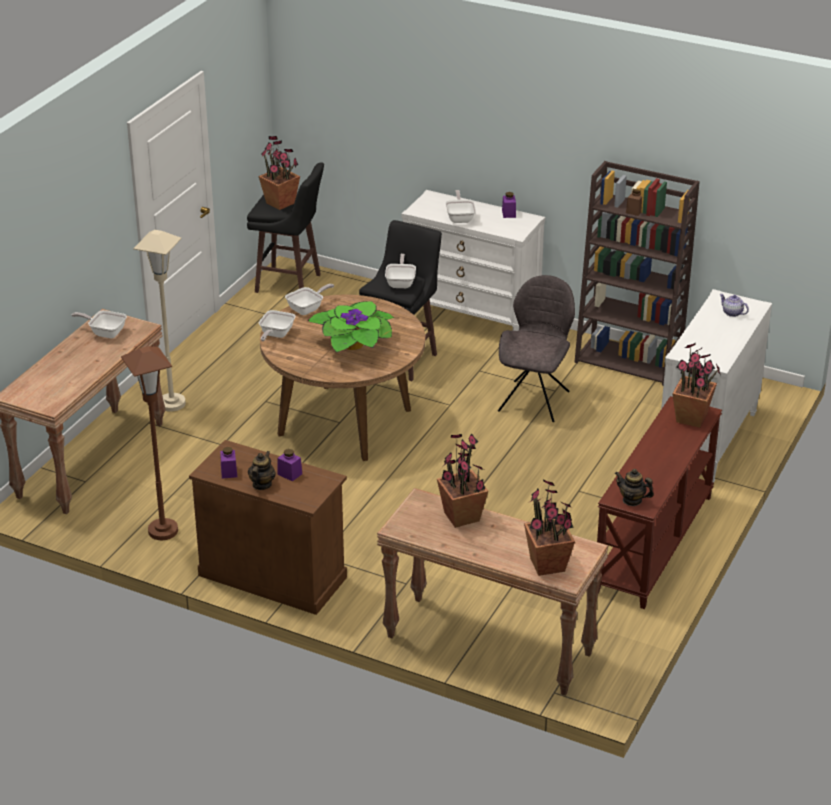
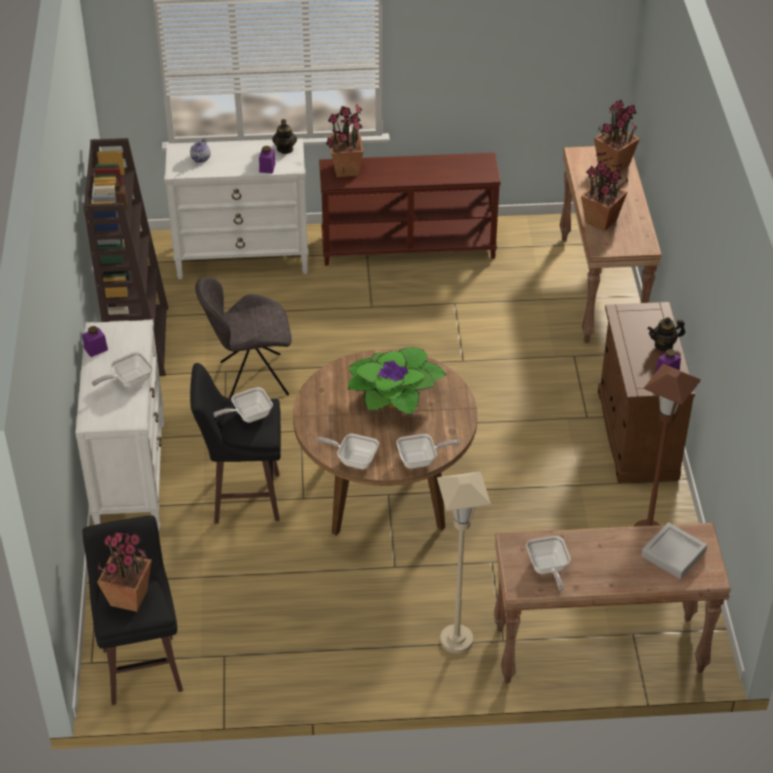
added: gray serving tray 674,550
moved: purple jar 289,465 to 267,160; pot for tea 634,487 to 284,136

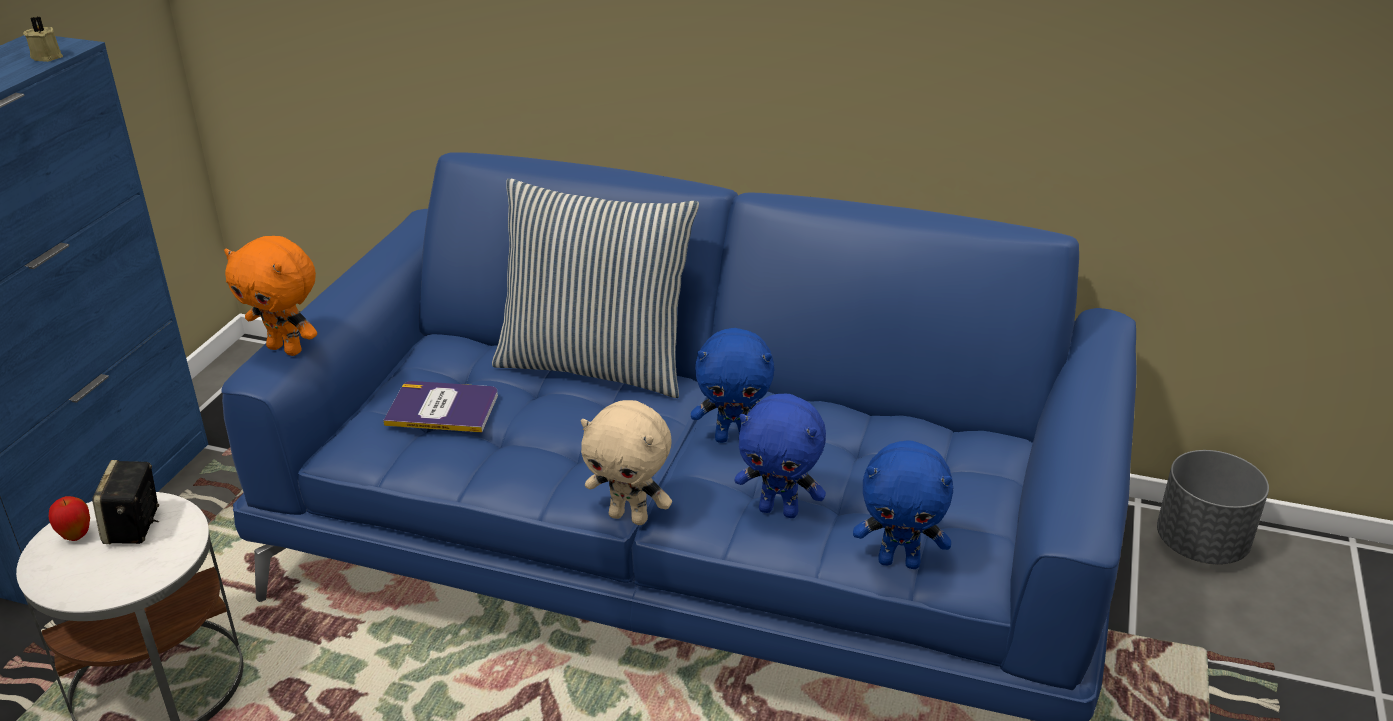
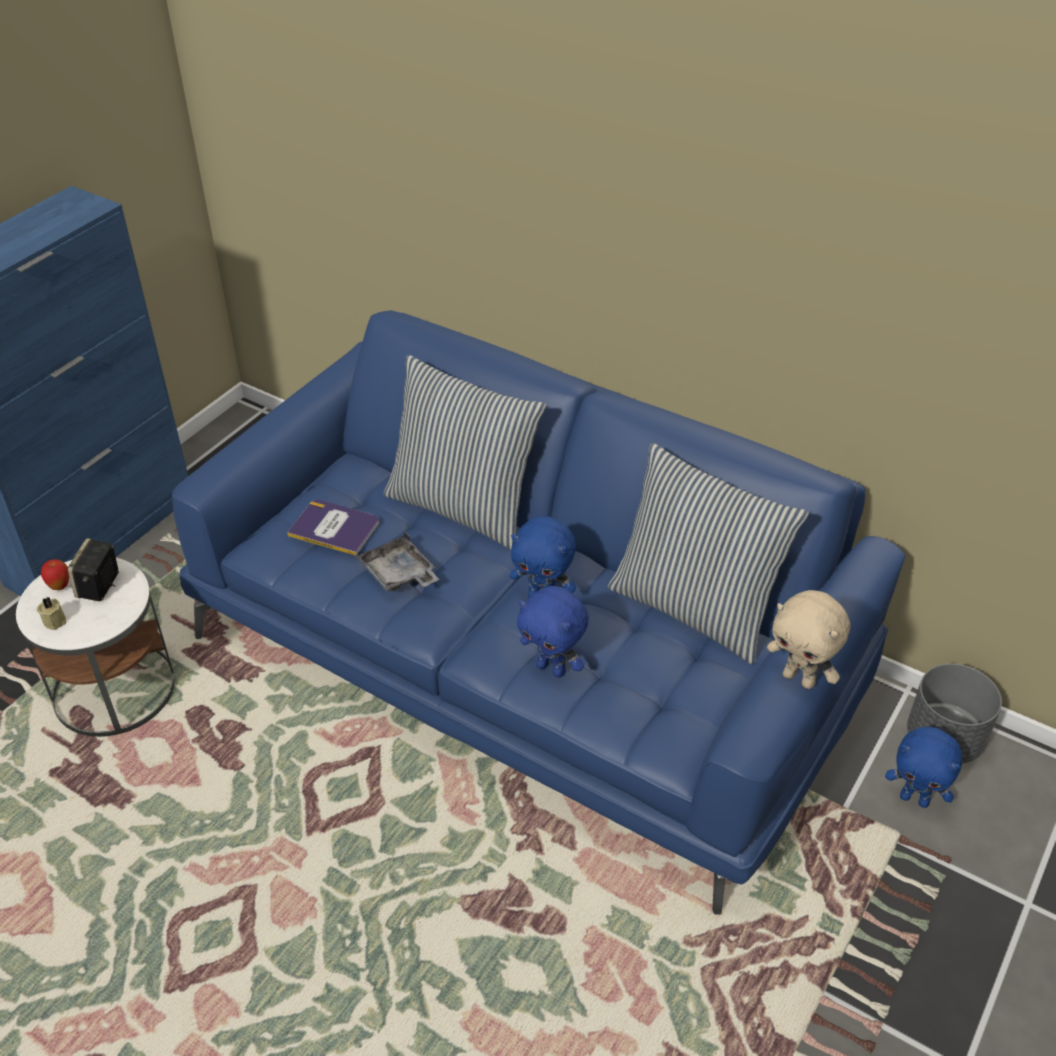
removed: orange-coloured soft toy 270,296
added: gray serving tray 397,561; pillow 708,554
moved: sand-coloured wax light 43,39 to 52,613; sand-coloured soft toy 626,462 to 808,639; bluish soft toy 903,505 to 923,767

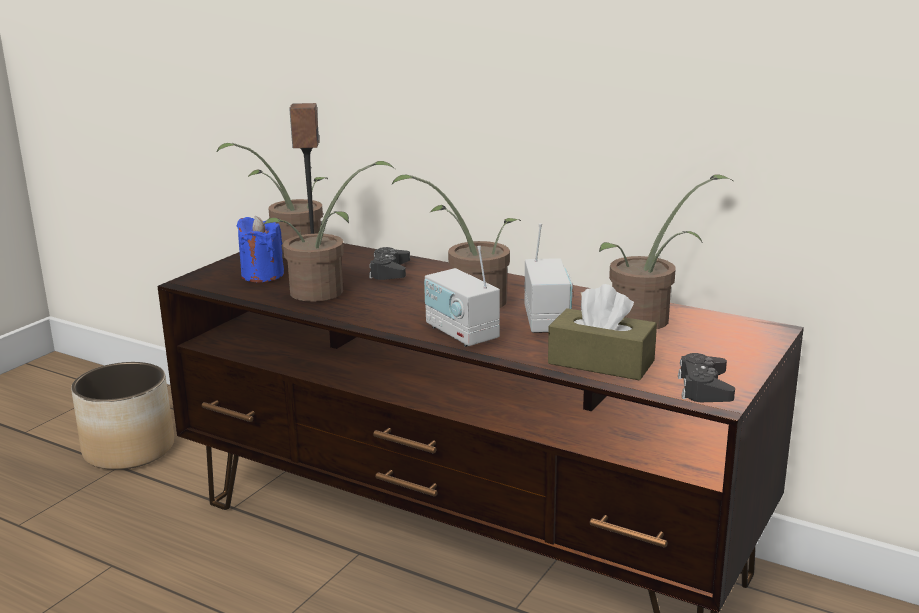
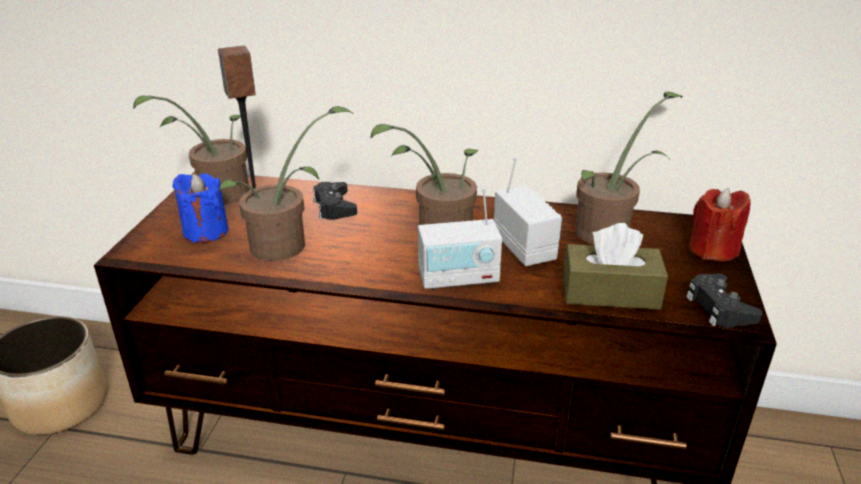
added: red wax light 720,224
turned: radio receiver 462,296 = 460,238 45 degrees counterclockwise

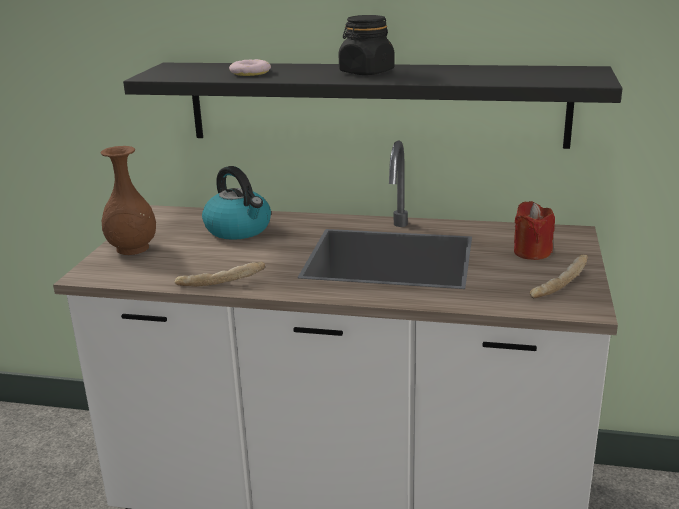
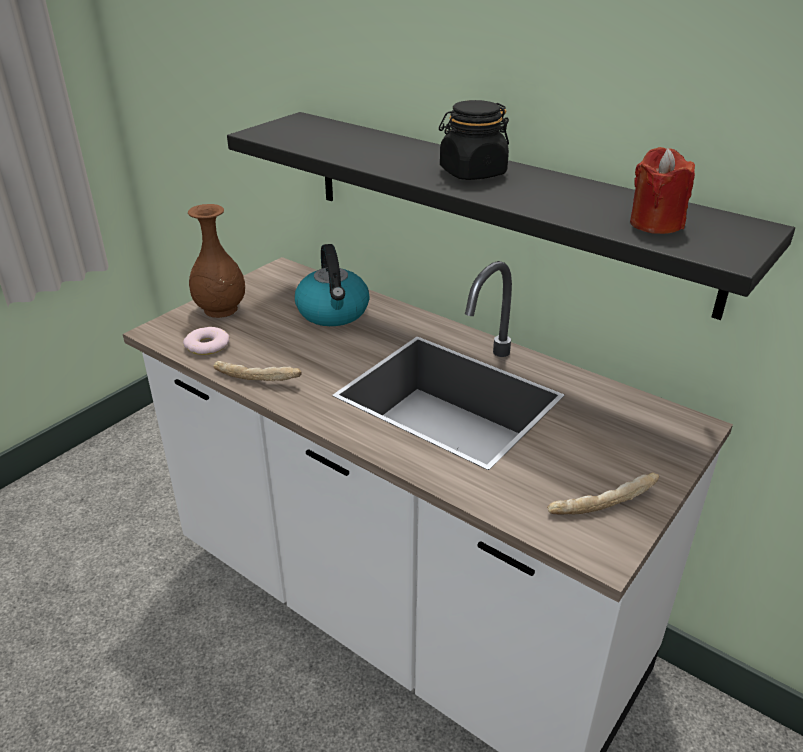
moved: donut 250,67 to 206,341; red wax light 534,230 to 662,190

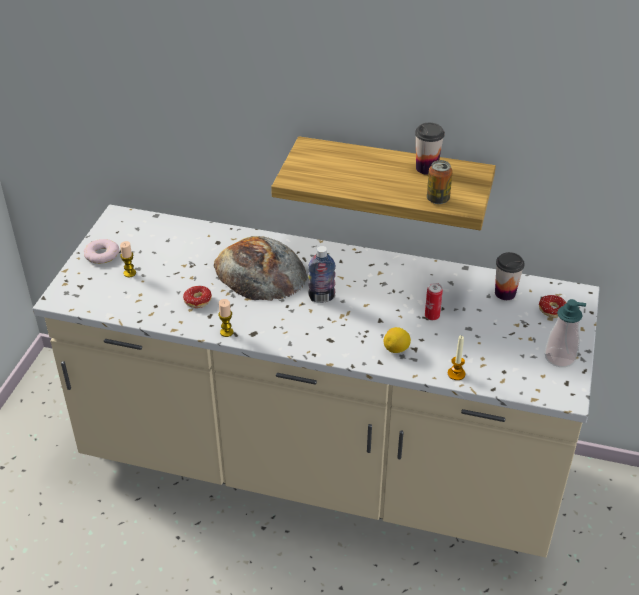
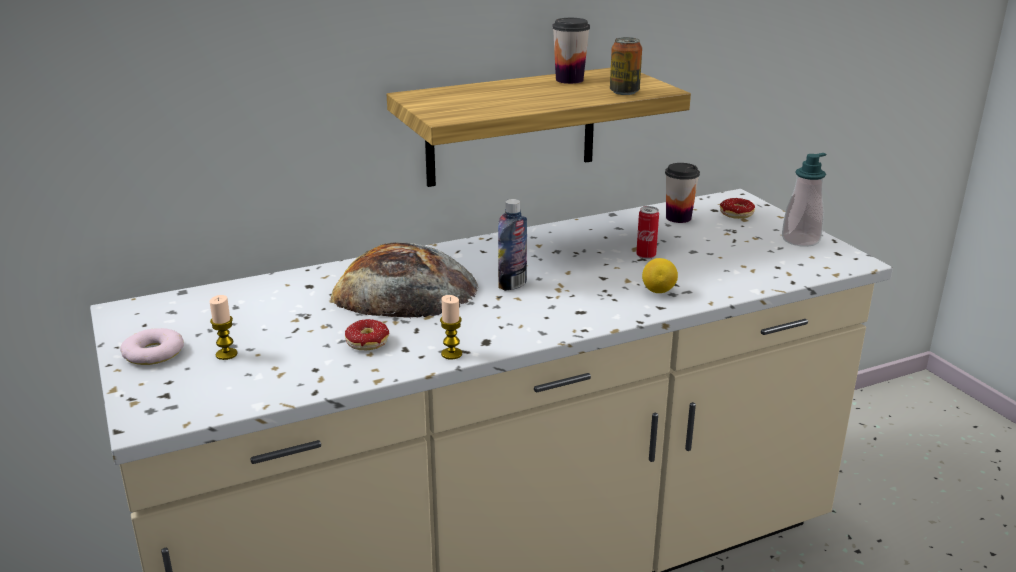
removed: wax light 456,357

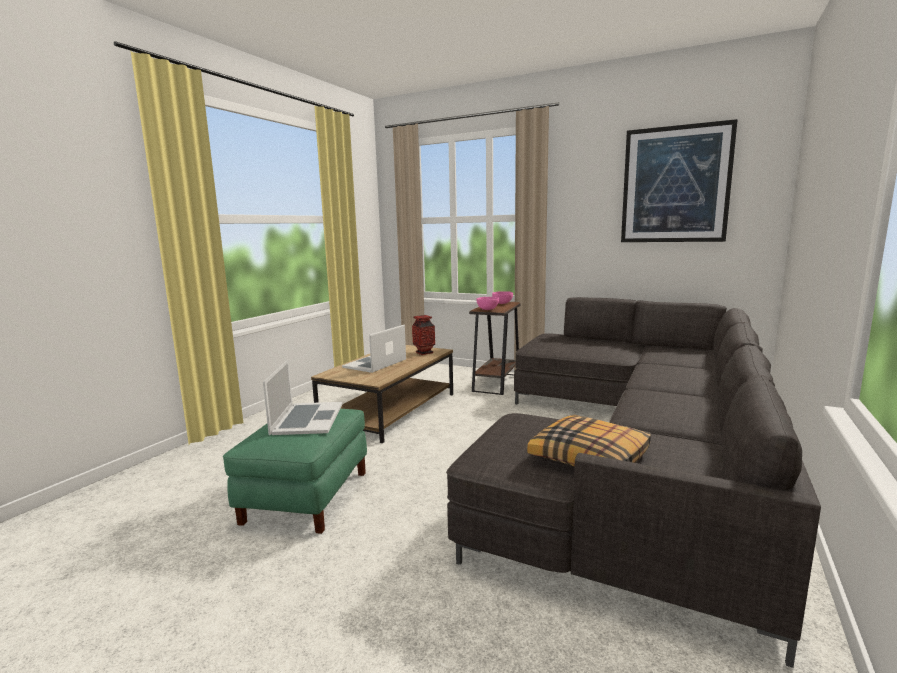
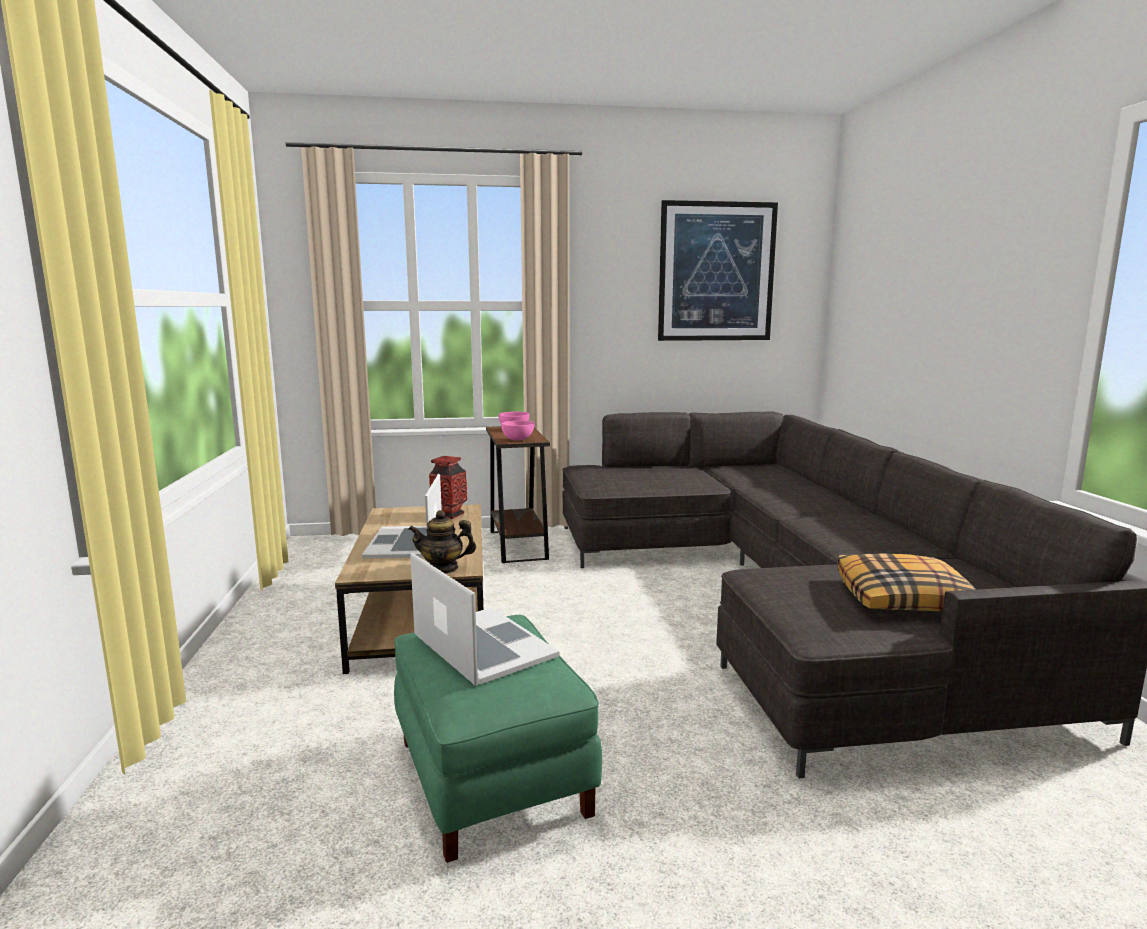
added: pot for tea 442,542

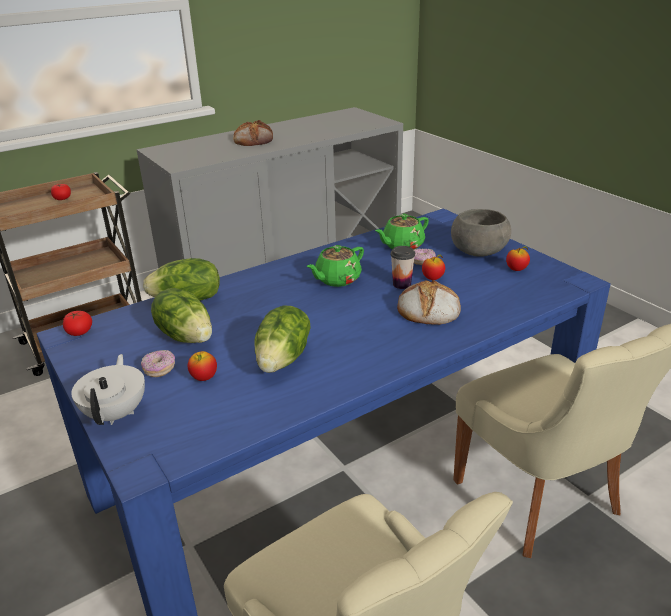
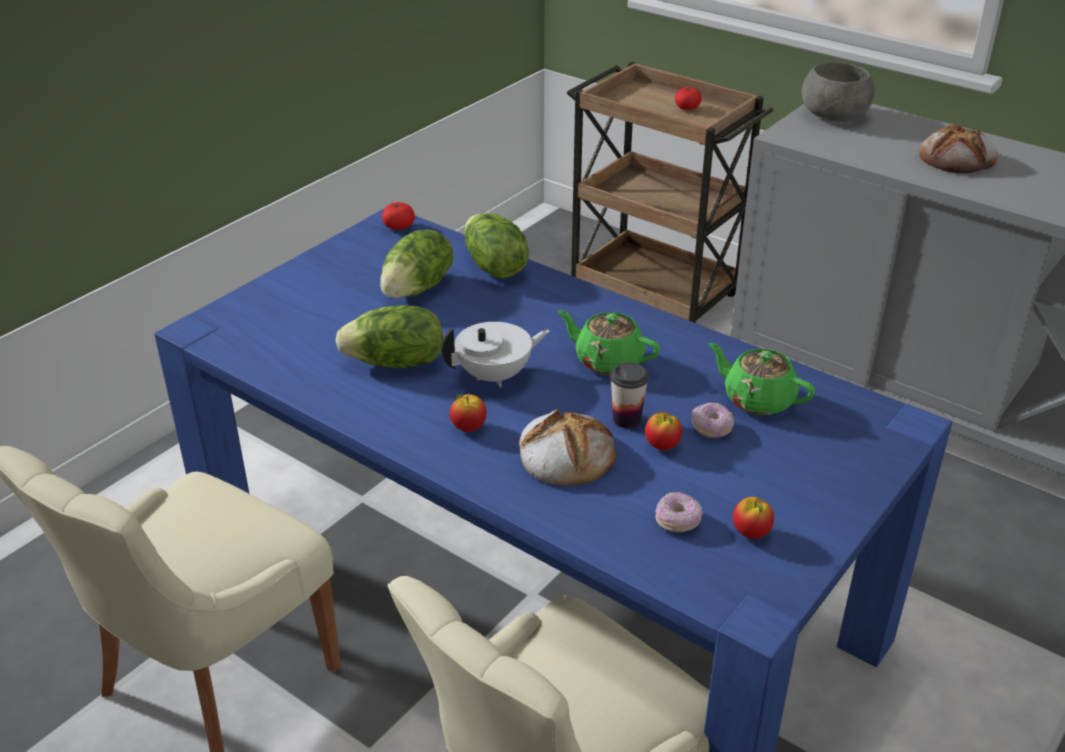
moved: whitish pot for tea 108,389 to 495,354; donut 158,363 to 679,512; whole apple 202,366 to 468,413; gray serving bowl 481,233 to 838,92

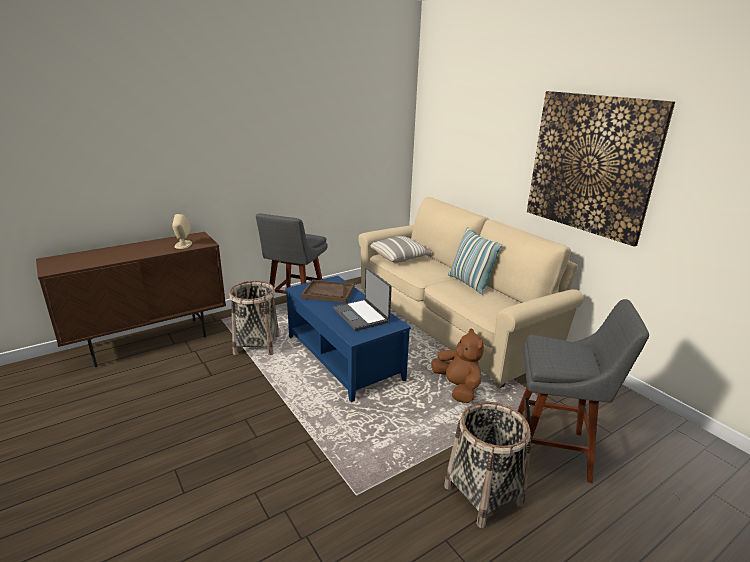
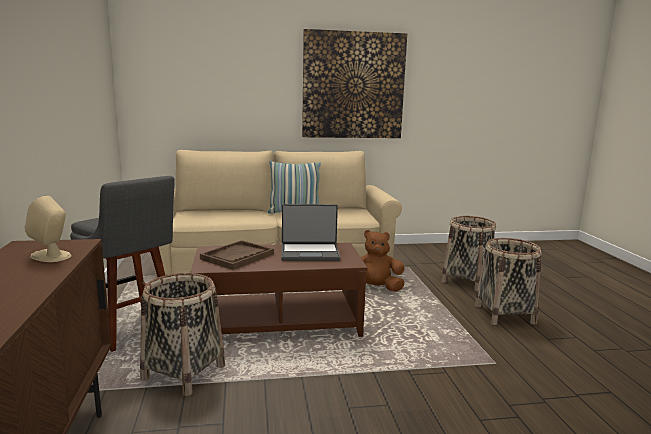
removed: pillow 401,249
replaced: gray stool 583,391 to household basket 468,253
recoloured: bluish low table 348,339 to brown low table 279,290

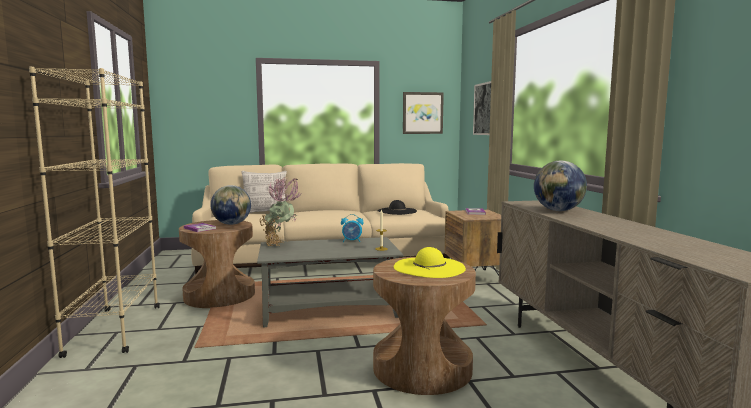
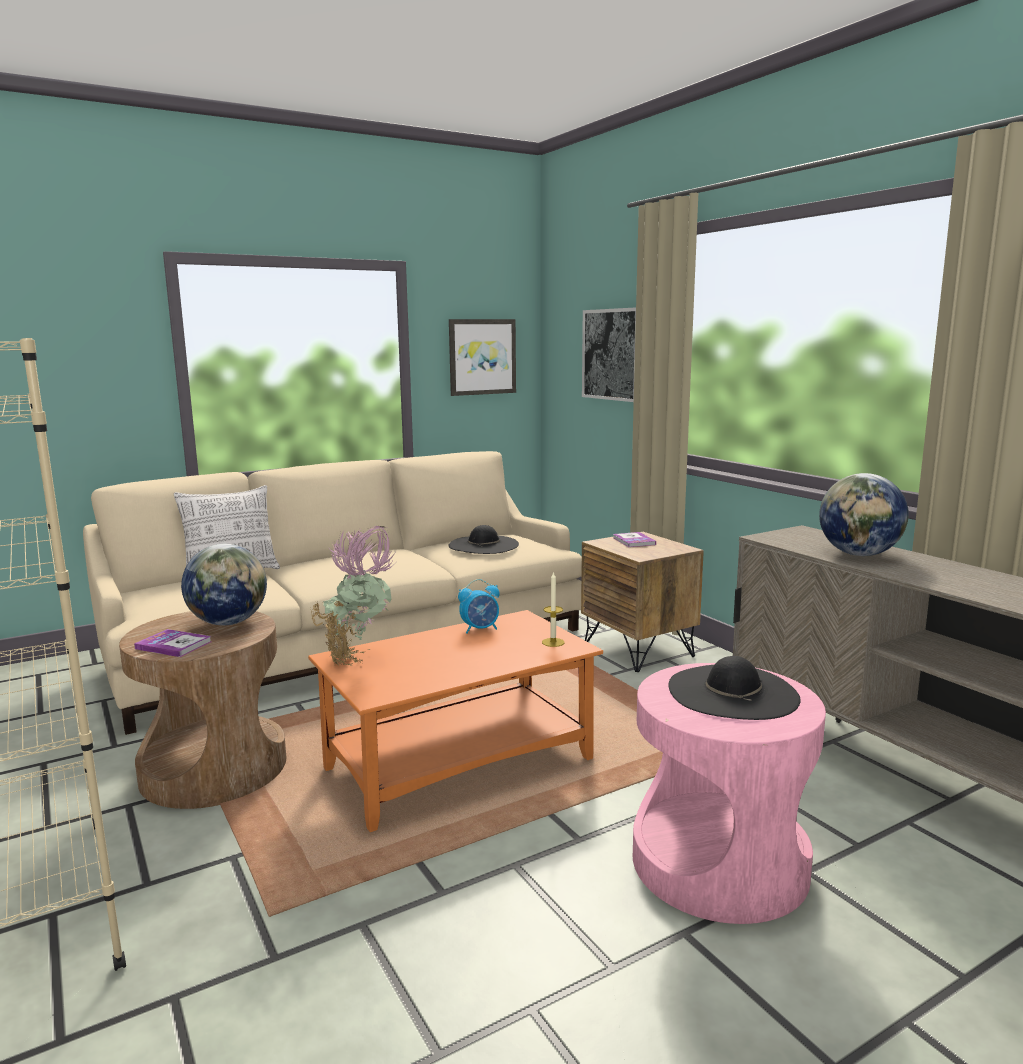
recoloured: gray low table 330,282 to orange-coloured low table 455,721; brown end table 424,326 to pink-coloured end table 729,793; yellow-coloured wearable hat 430,262 to black wearable hat 734,688

